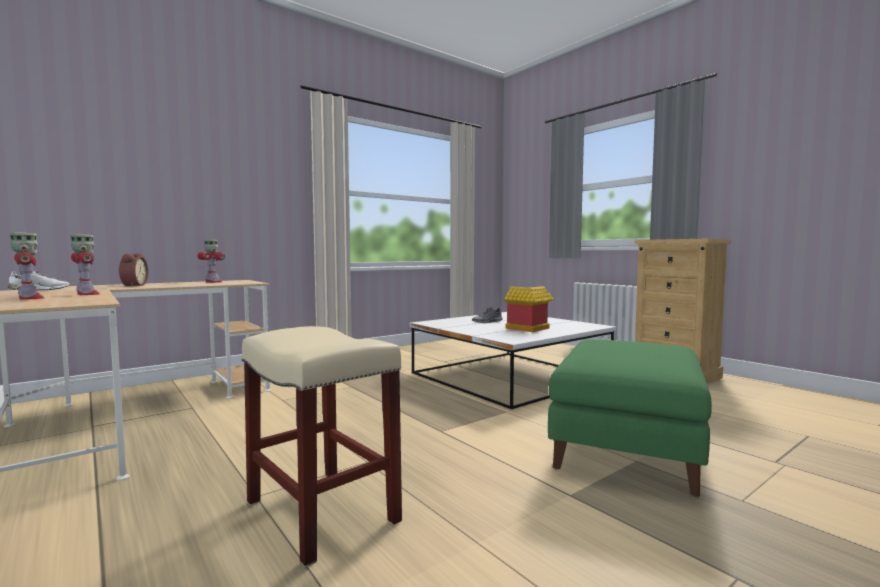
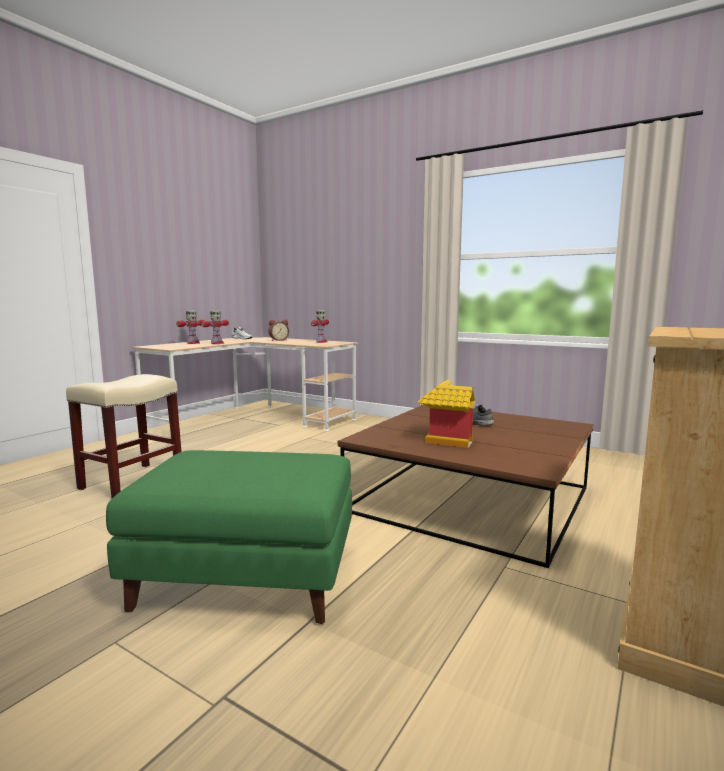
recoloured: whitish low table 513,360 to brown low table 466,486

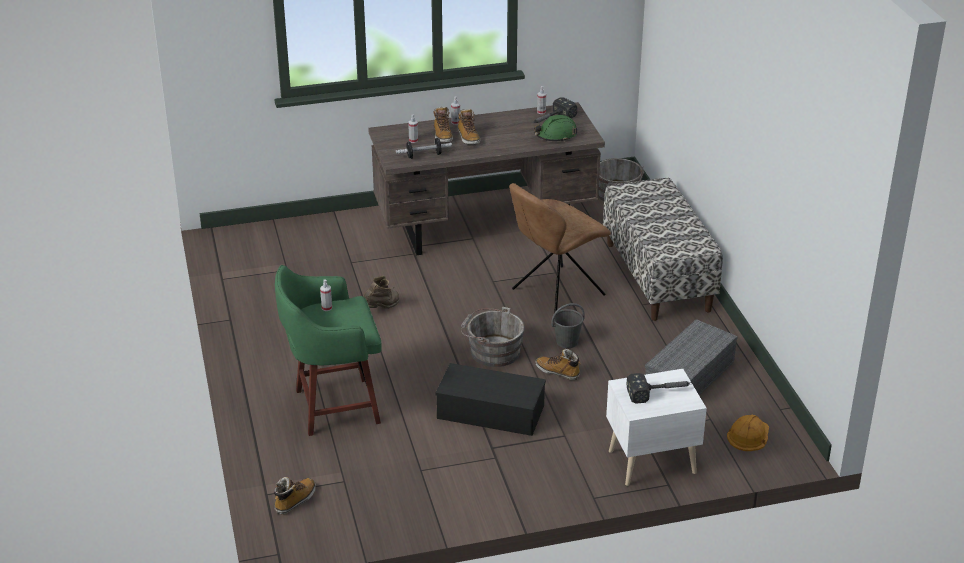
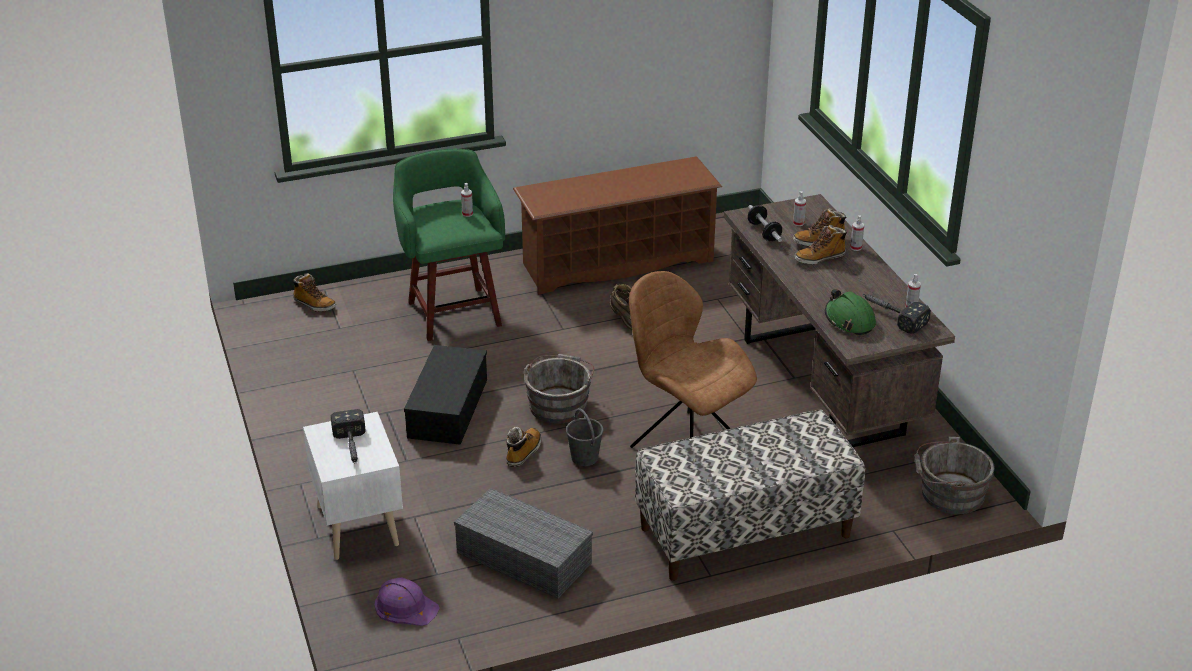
added: brown shoe rack 617,225
recoloured: orange-coloured work helmet 748,432 to purple work helmet 407,602

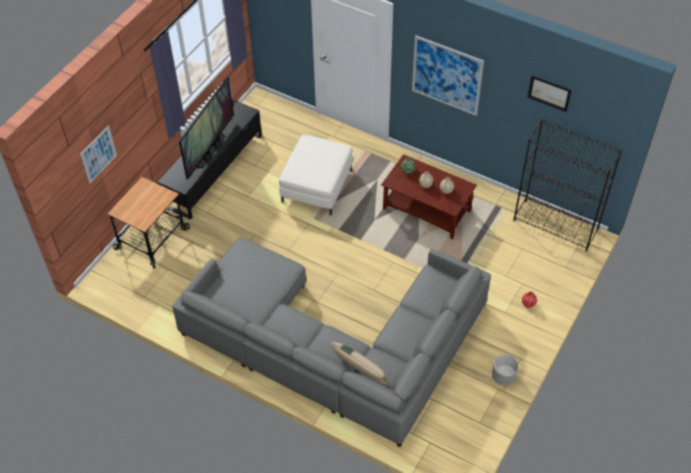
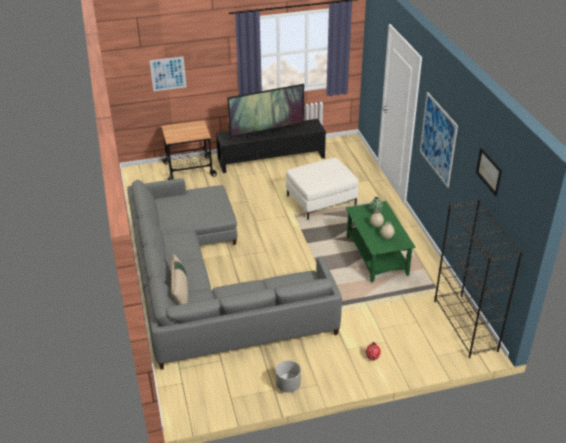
recoloured: brown low table 429,196 to green low table 380,242

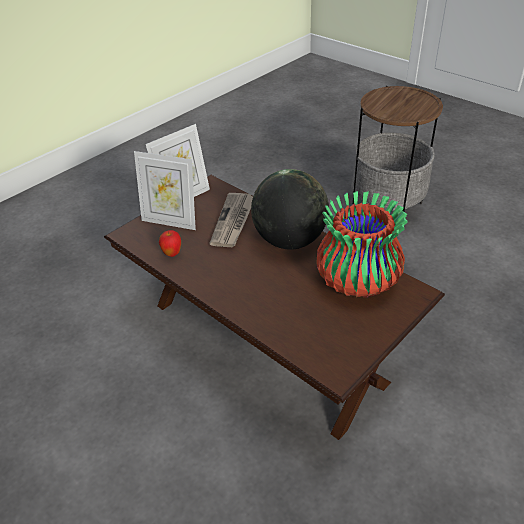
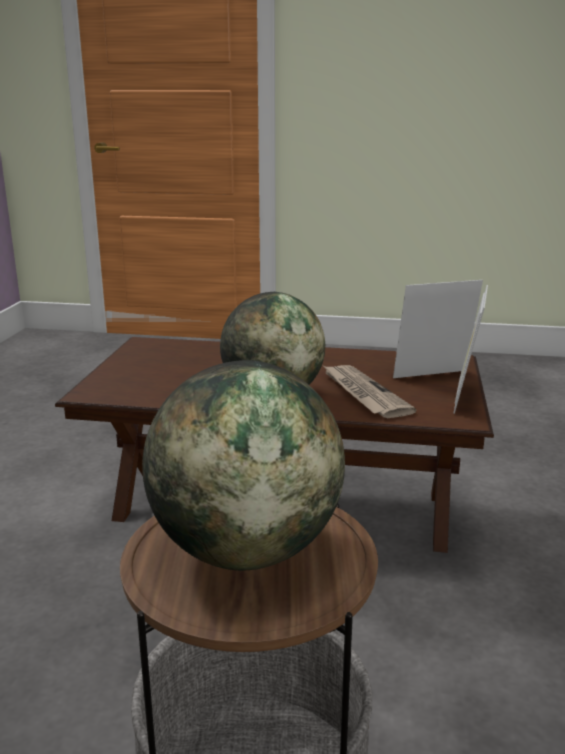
removed: whole apple 170,243; vase 362,244
added: desk globe 243,465

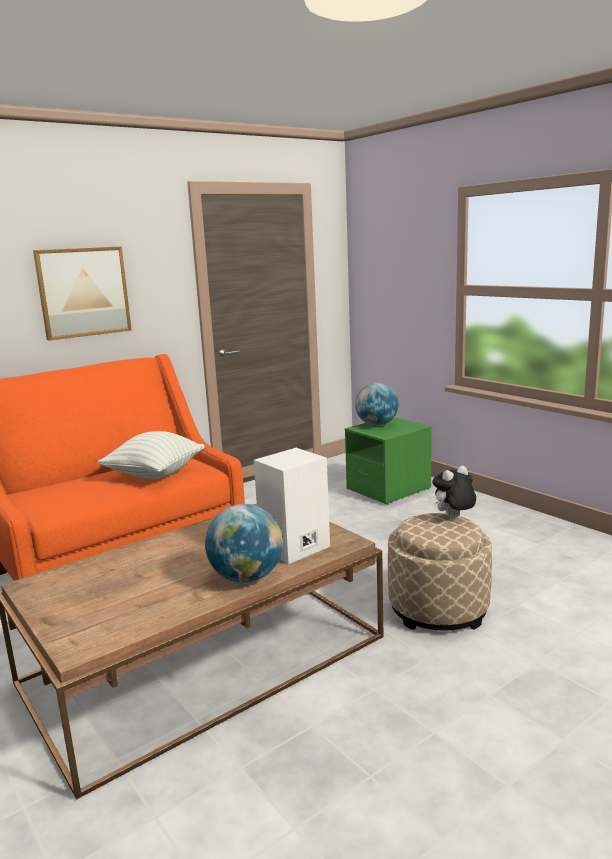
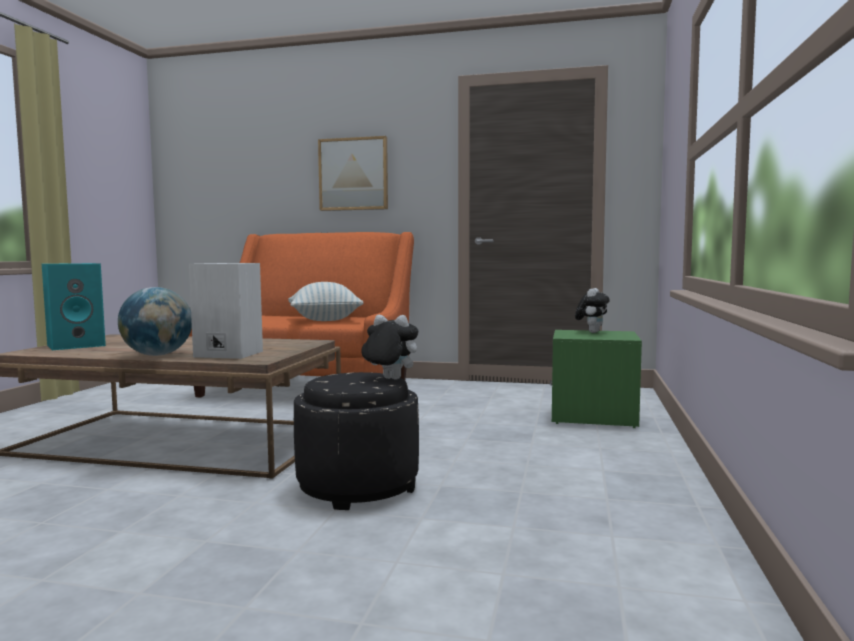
added: turquoise loudspeaker 74,306
replaced: desk globe 377,404 to soft toy 592,310
recoloured: sand-coloured footrest 440,572 to black footrest 356,441

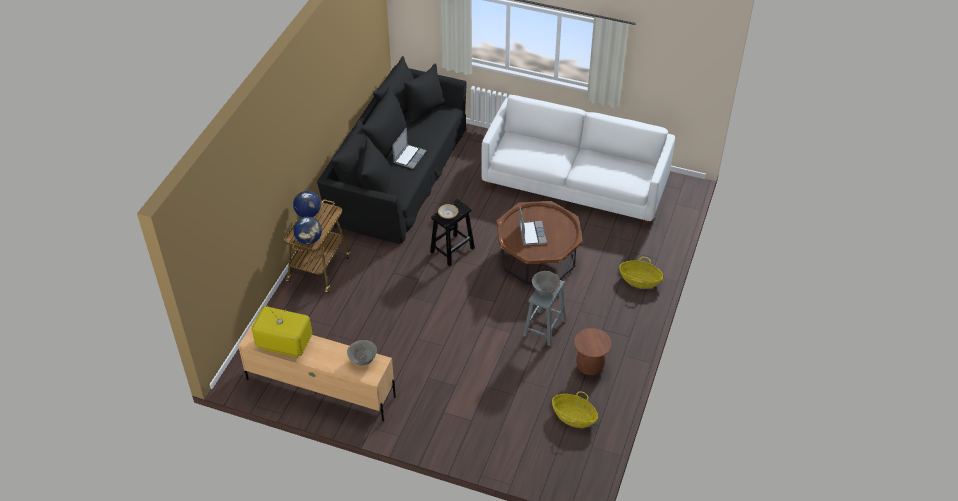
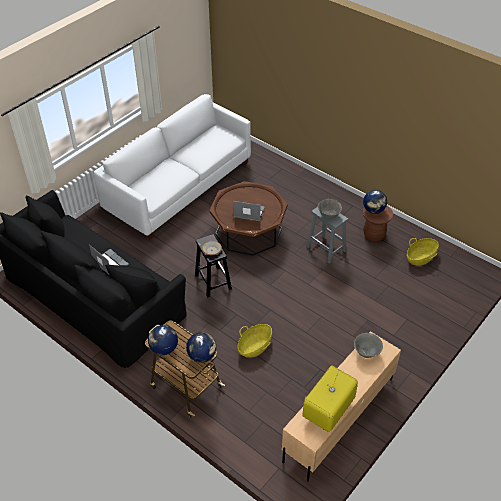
added: desk globe 375,202
moved: household basket 641,273 to 254,341

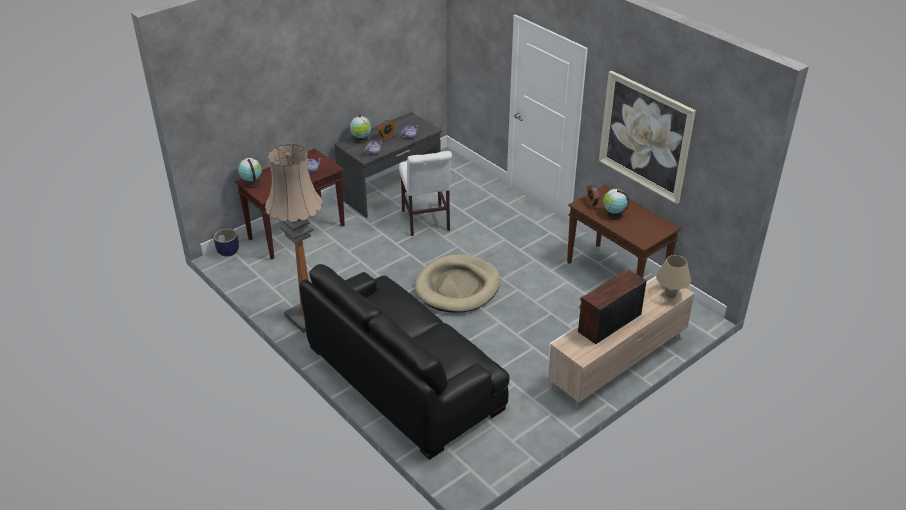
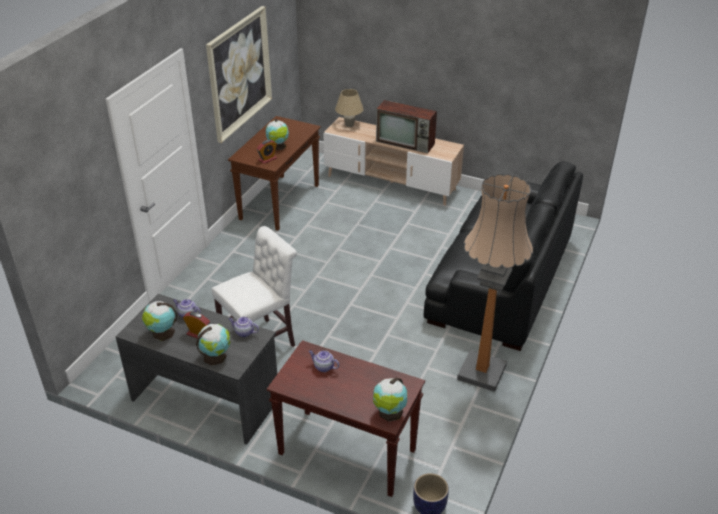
removed: sand-coloured dog cushion 457,283
added: desk globe 159,321

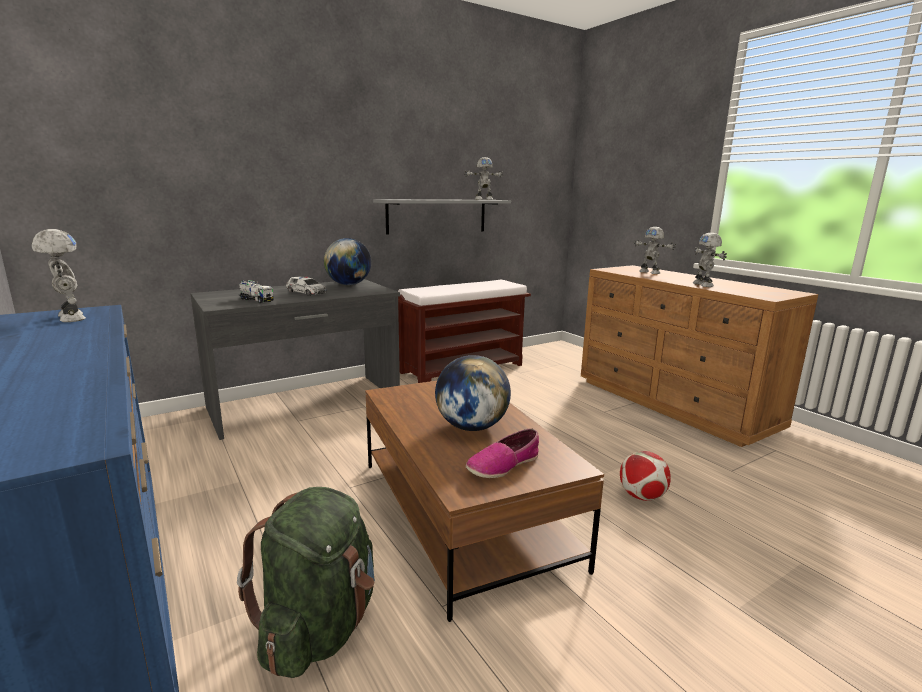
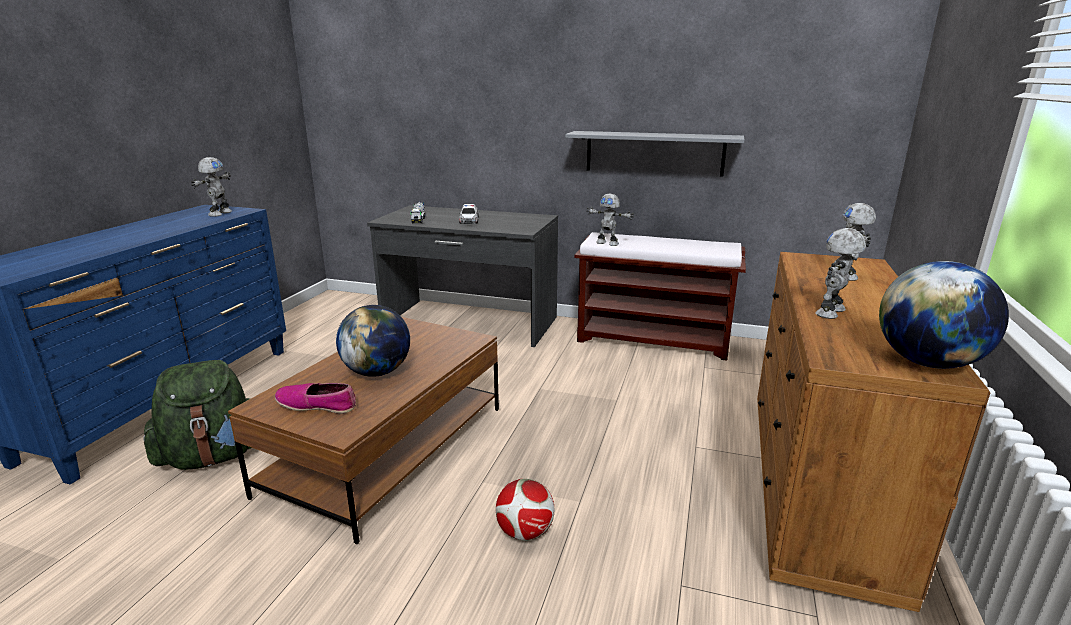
moved: desk globe 347,261 to 944,315; model robot 483,178 to 610,220

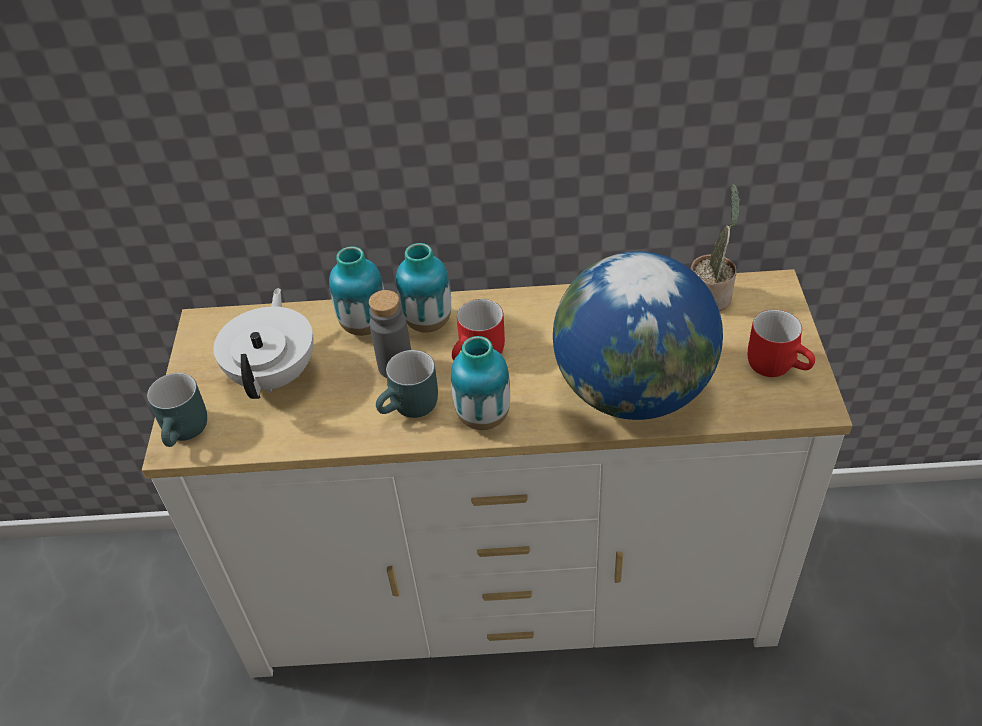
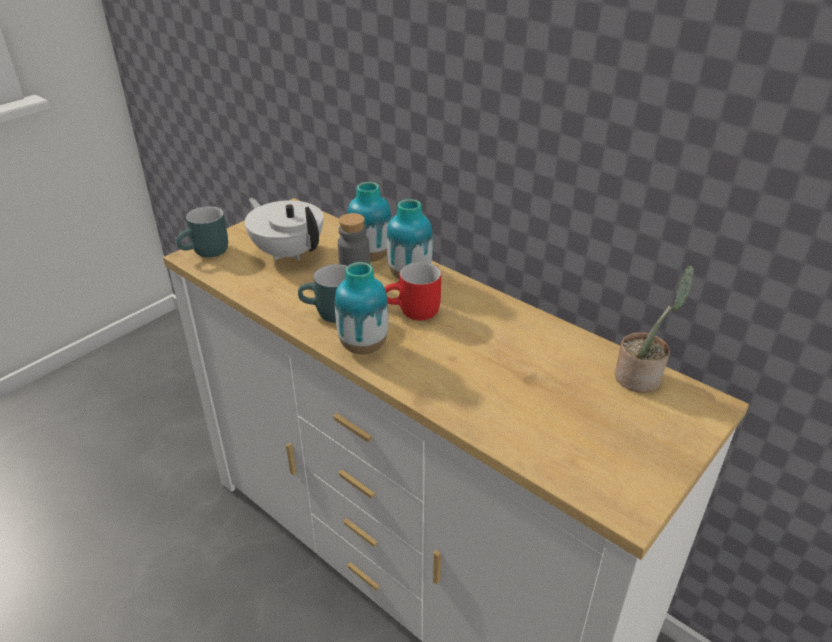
removed: desk globe 638,335; red mug 781,343
turned: whitish pot for tea 263,343 = 284,229 90 degrees counterclockwise

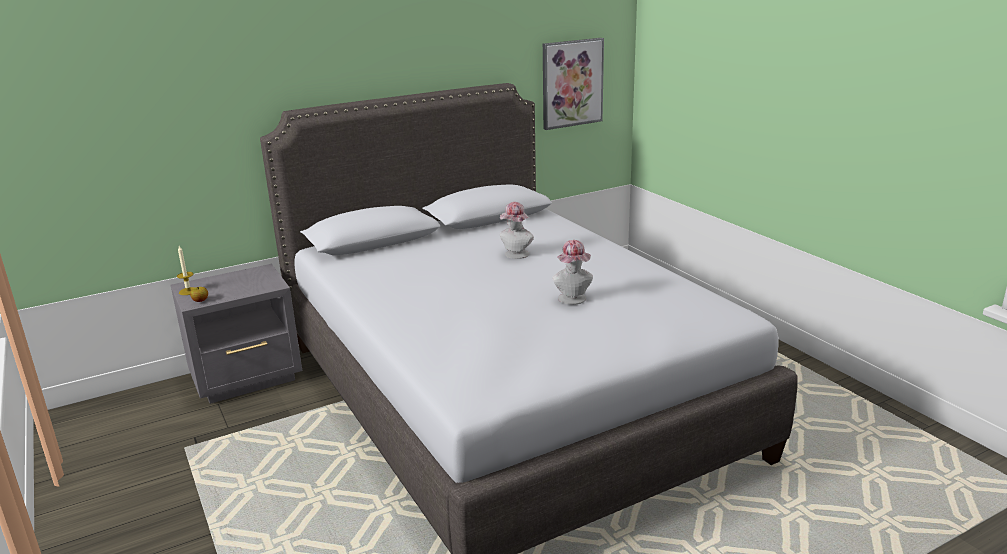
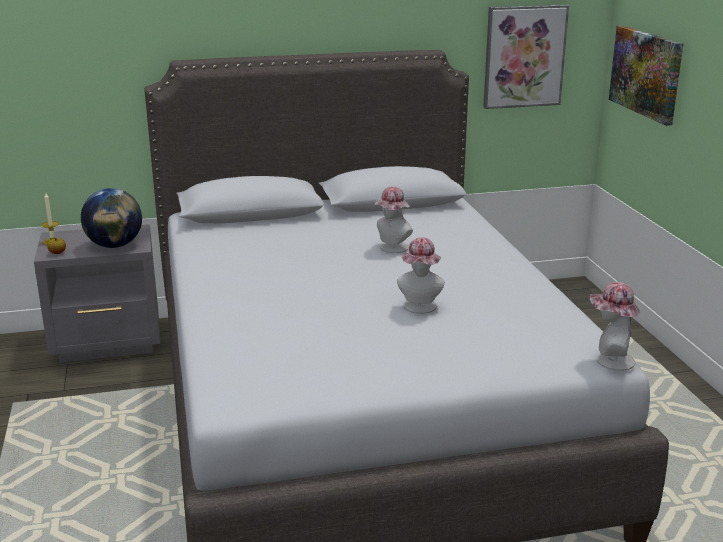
added: desk globe 111,218; wearable hat 615,326; wall art 646,76

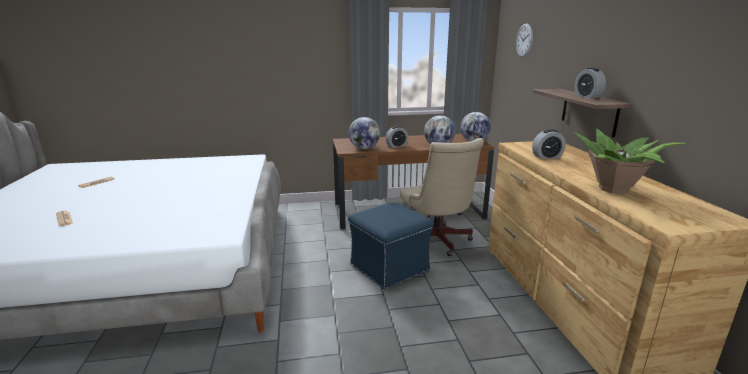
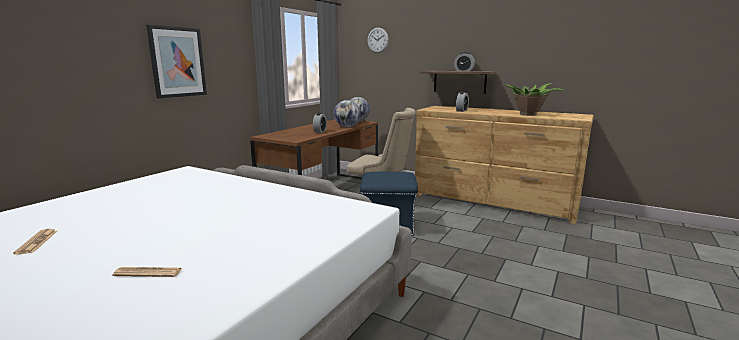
removed: desk globe 364,133
added: wall art 176,61

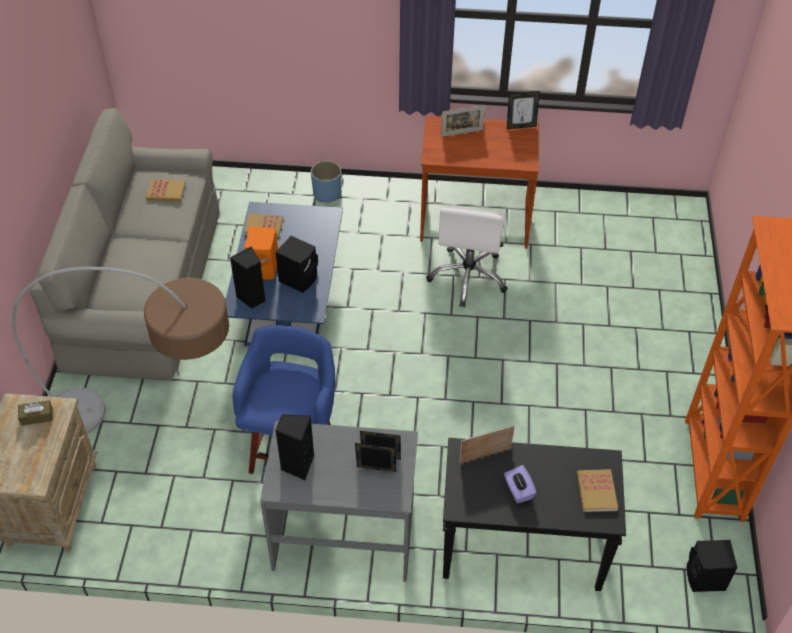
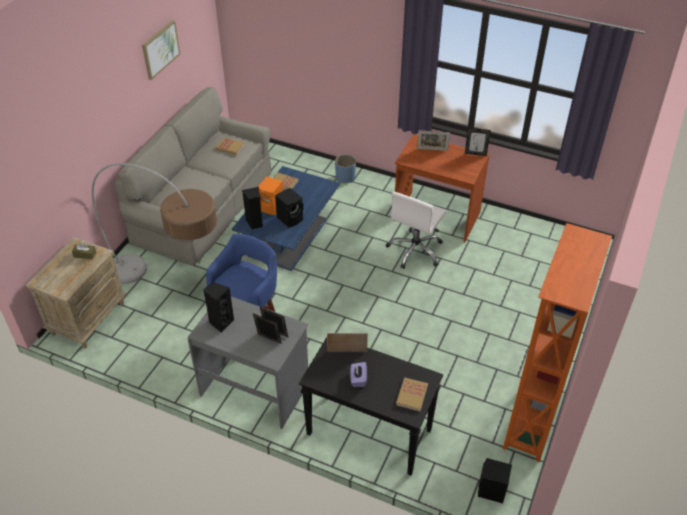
added: wall art 161,50

